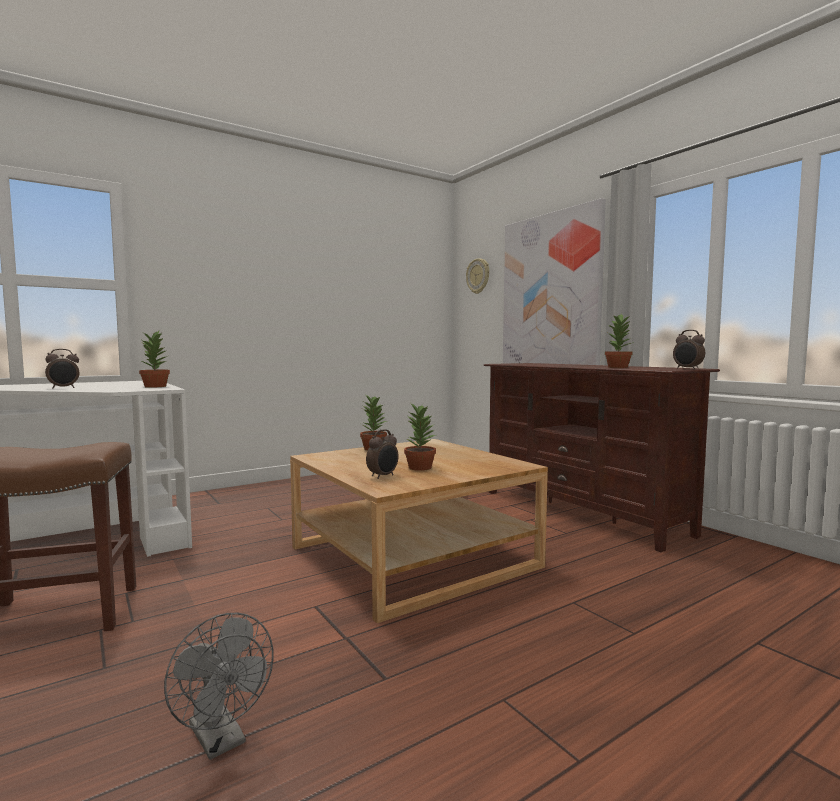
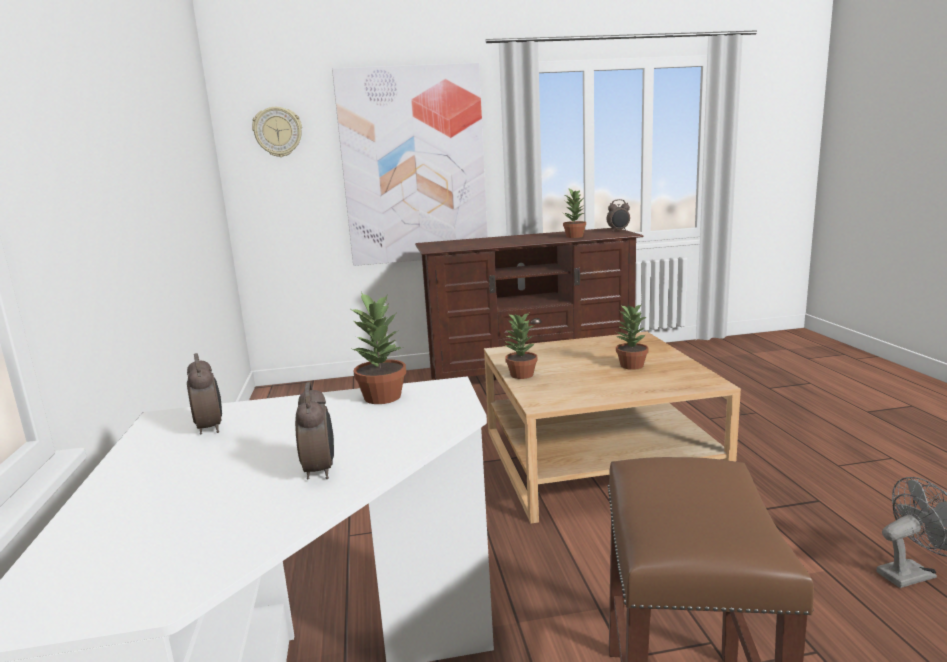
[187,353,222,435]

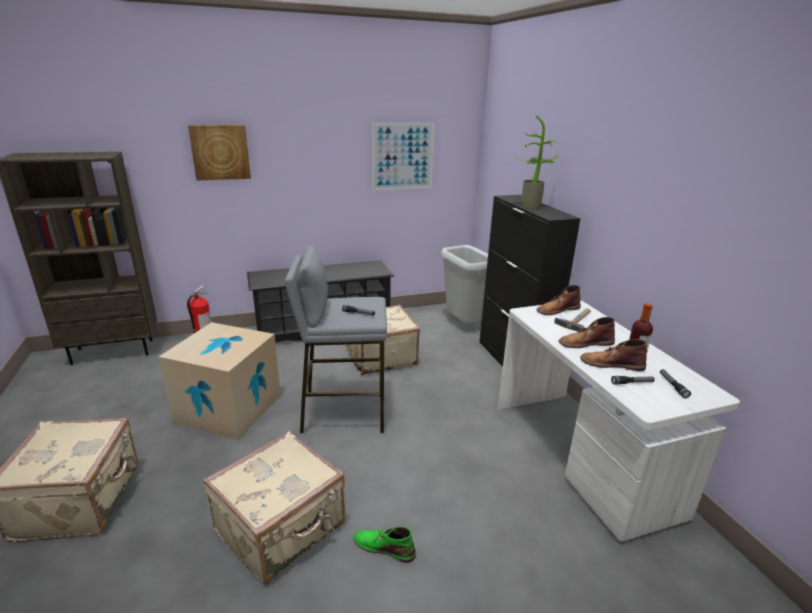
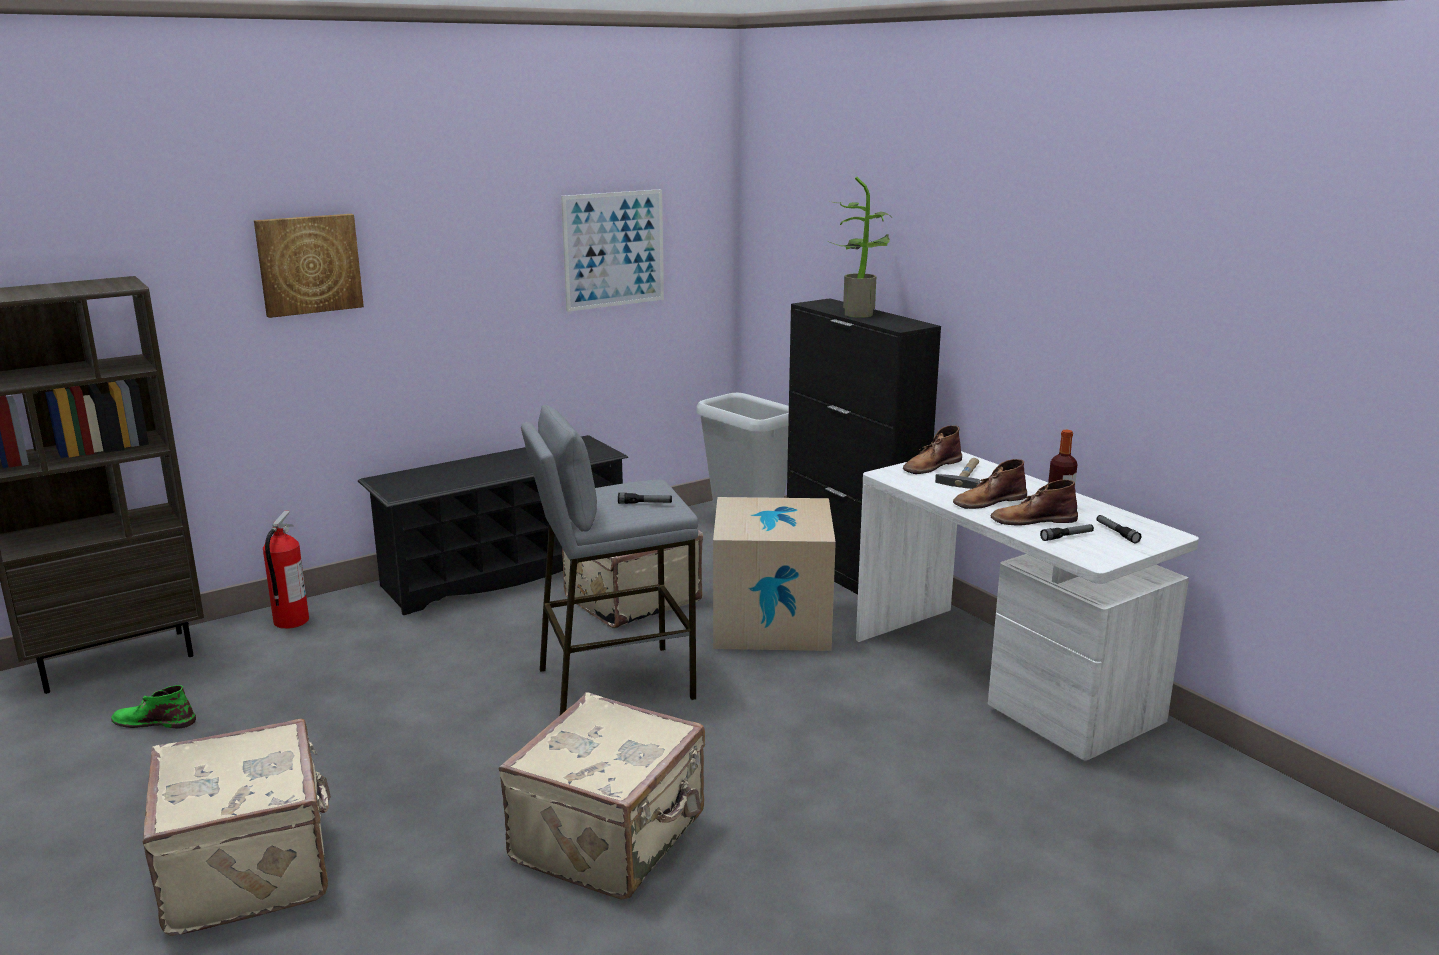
[713,497,836,651]
[111,685,196,728]

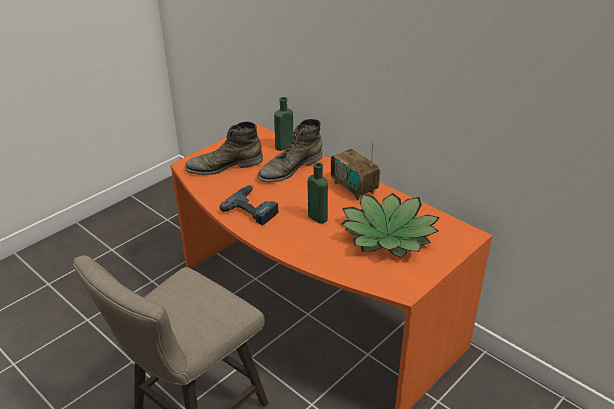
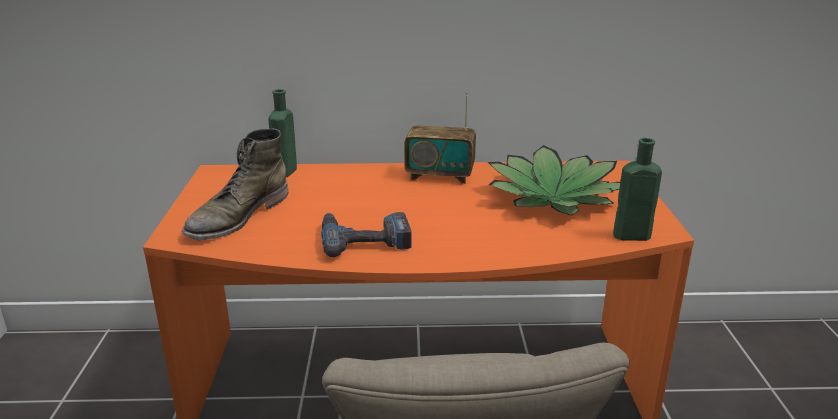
[257,119,322,183] (first image)
[613,138,662,241]

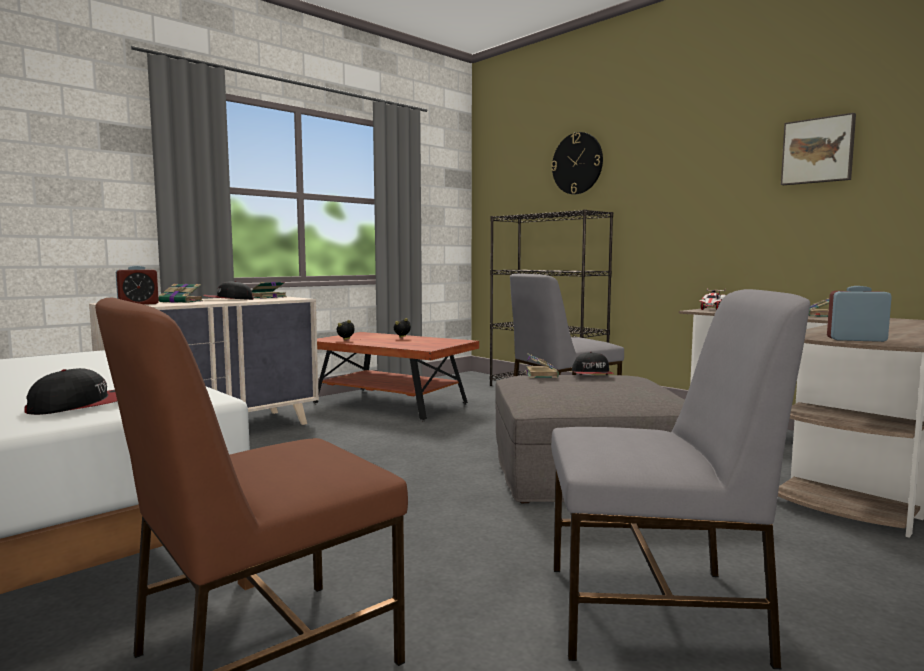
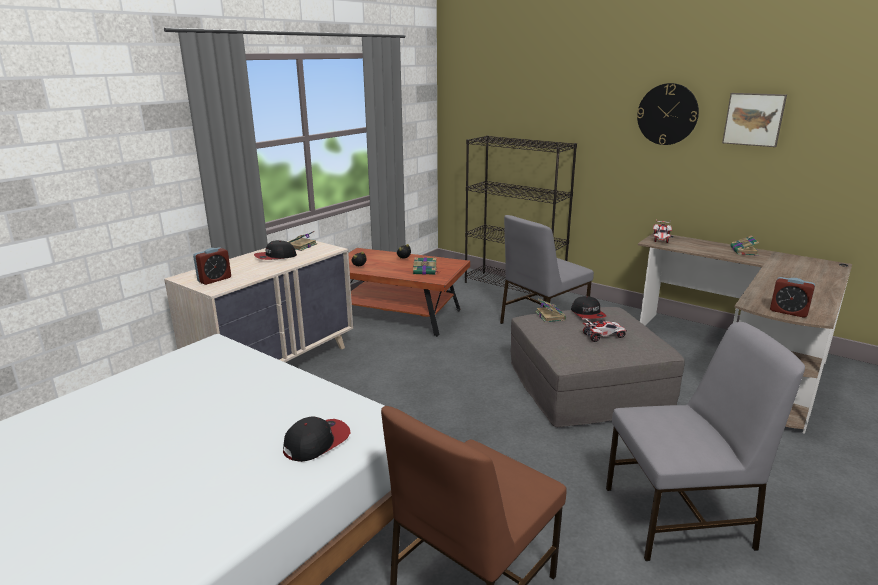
[413,257,440,275]
[637,83,699,145]
[770,277,815,318]
[582,318,627,342]

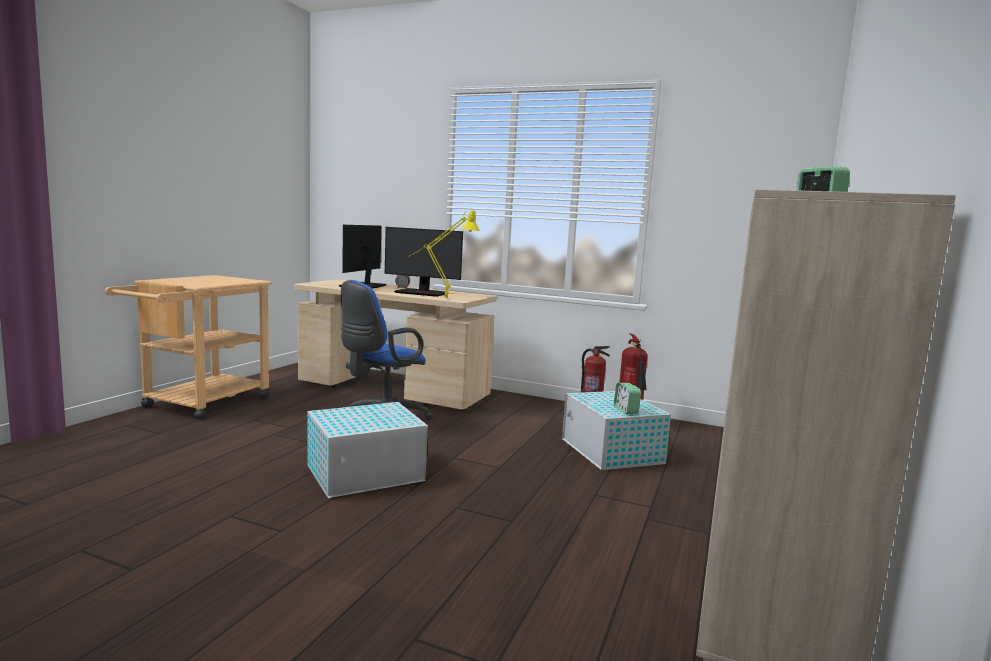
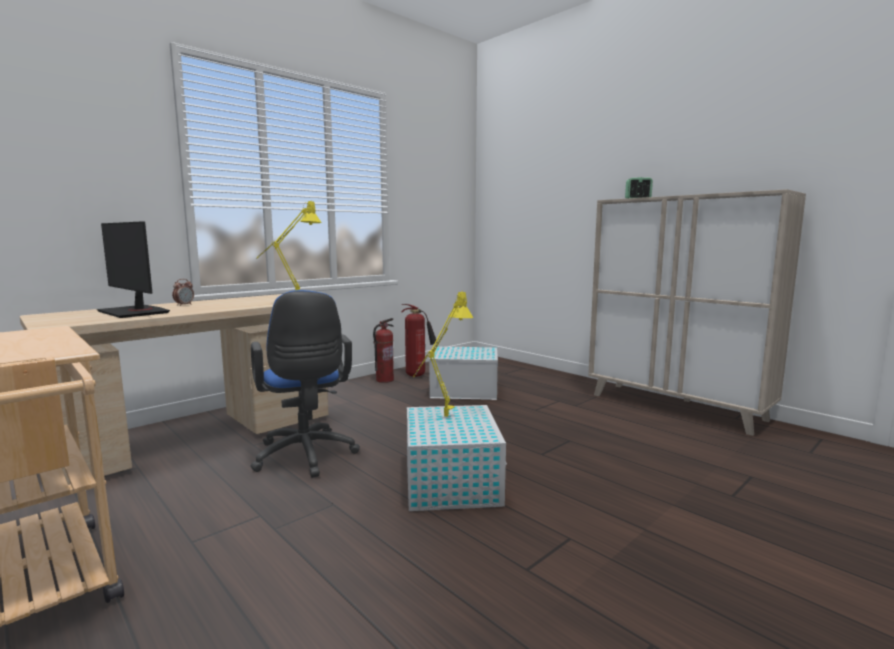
[385,227,463,297] (first image)
[614,383,641,414] (first image)
[413,292,473,417]

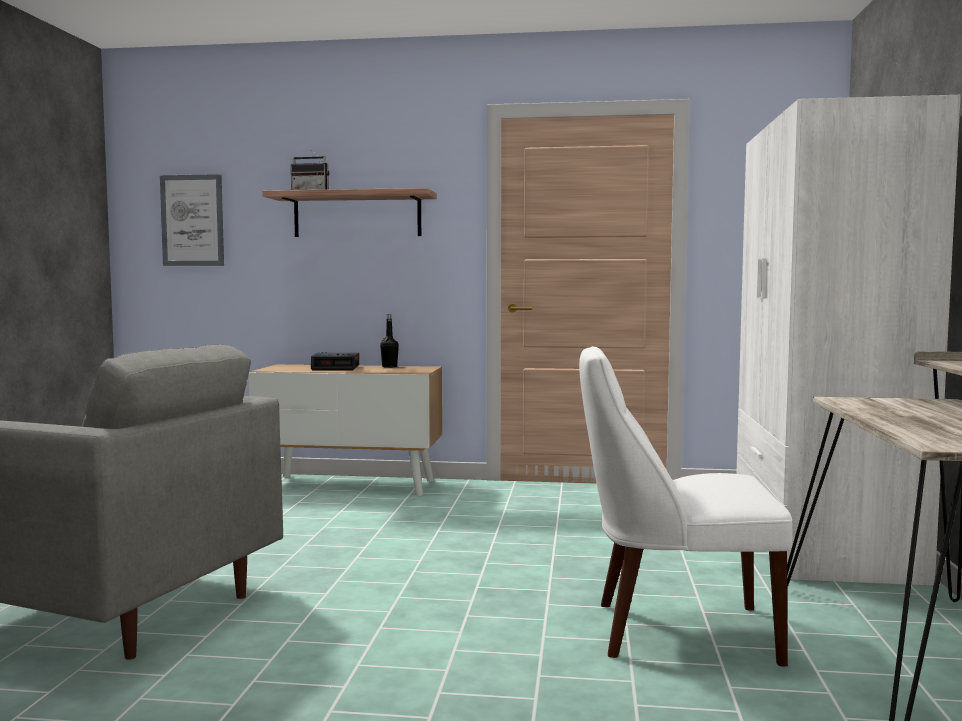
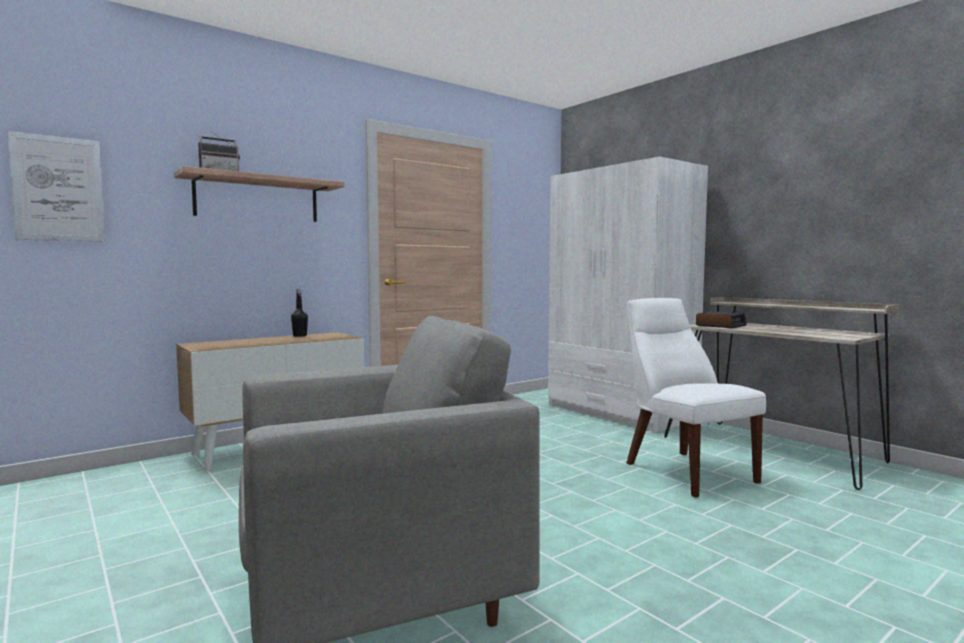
[696,311,747,328]
[626,298,766,497]

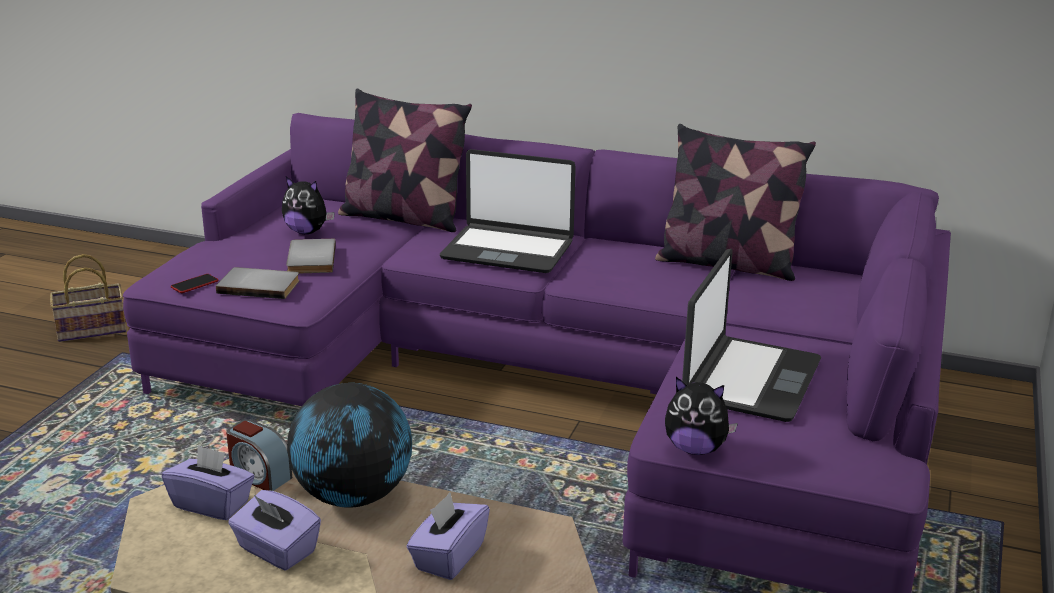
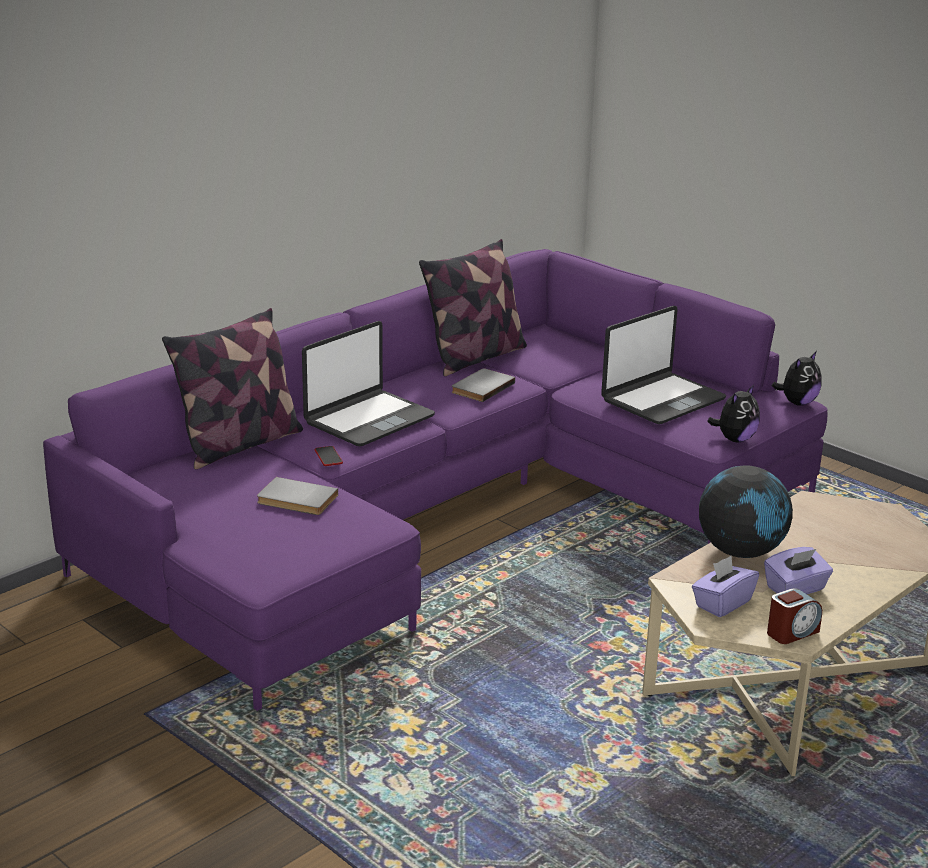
[50,254,126,342] (first image)
[315,446,343,466]
[452,368,515,402]
[767,588,822,644]
[772,351,822,406]
[407,493,490,580] (first image)
[601,306,726,424]

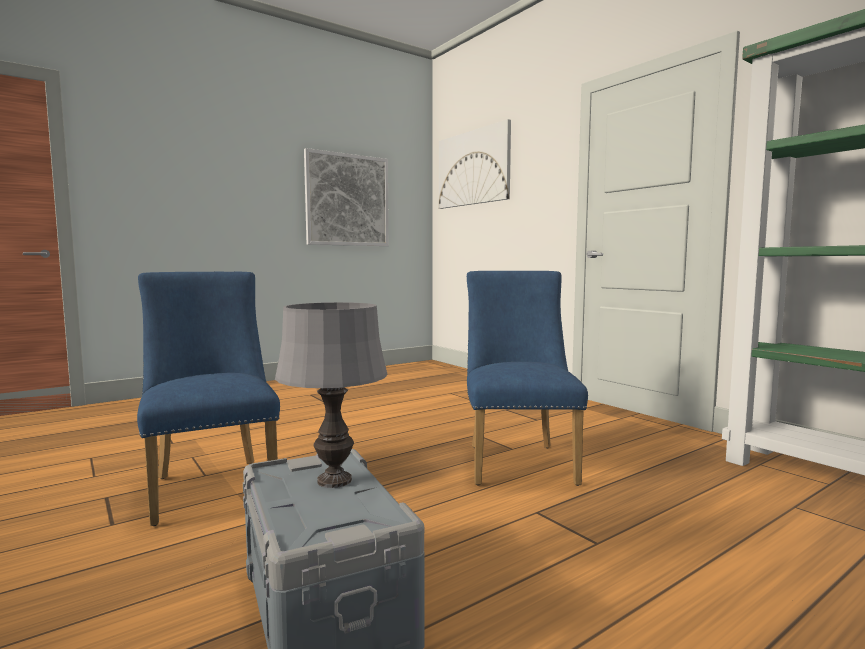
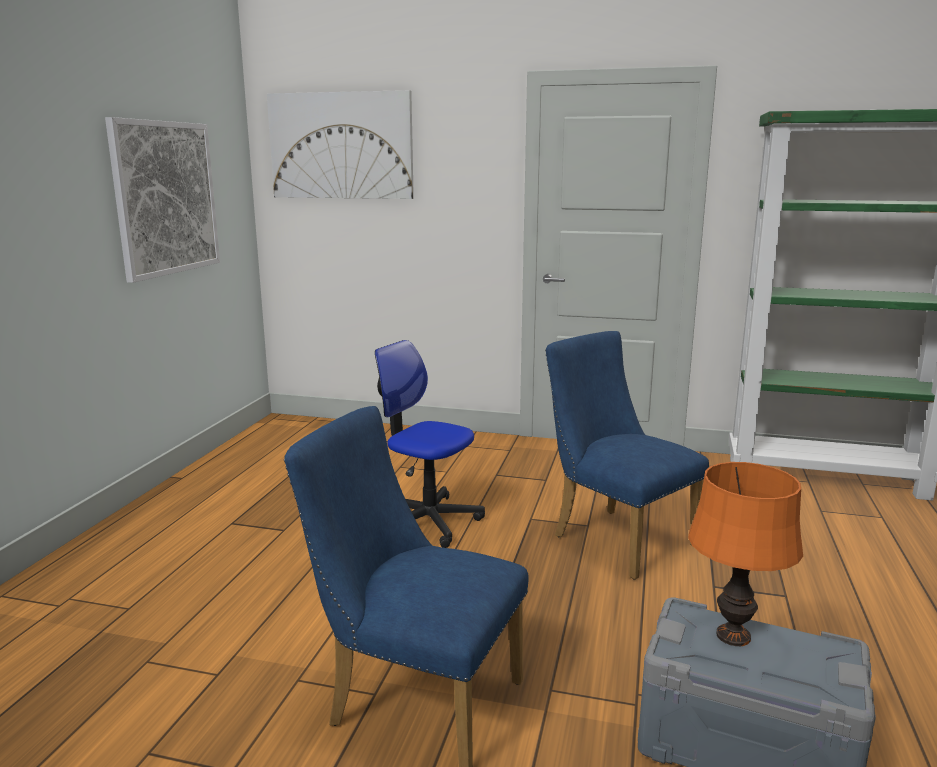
[688,462,803,646]
[375,340,485,548]

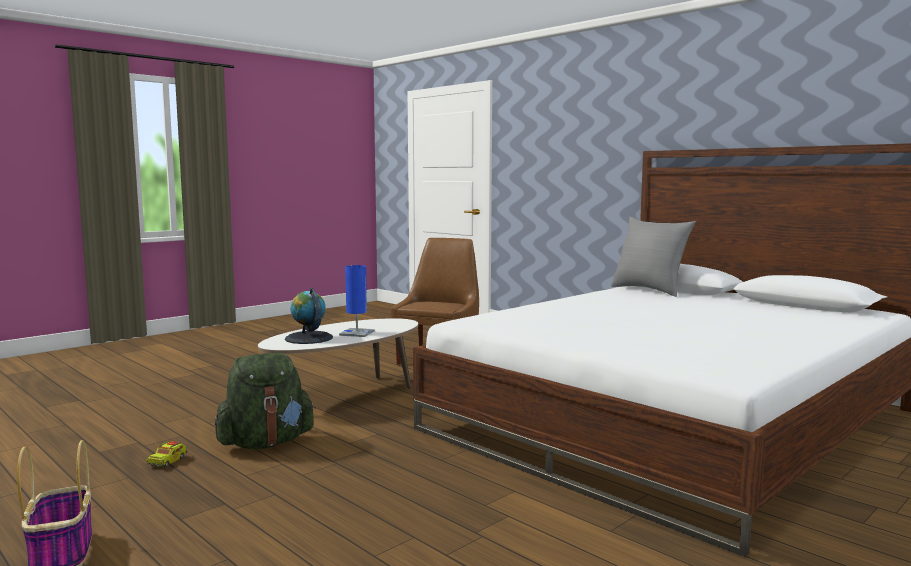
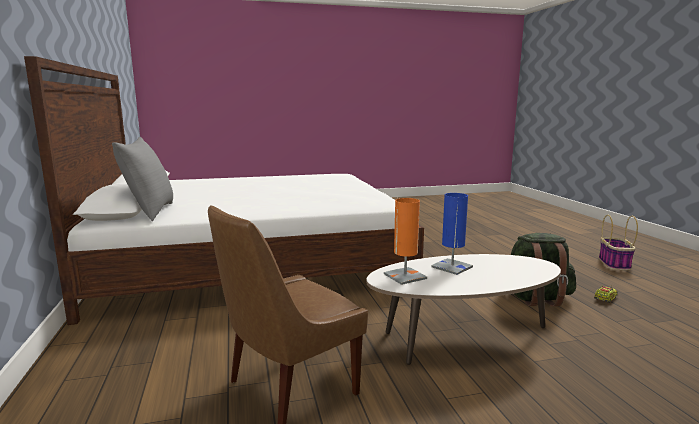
[285,288,333,344] (first image)
[384,198,427,285]

